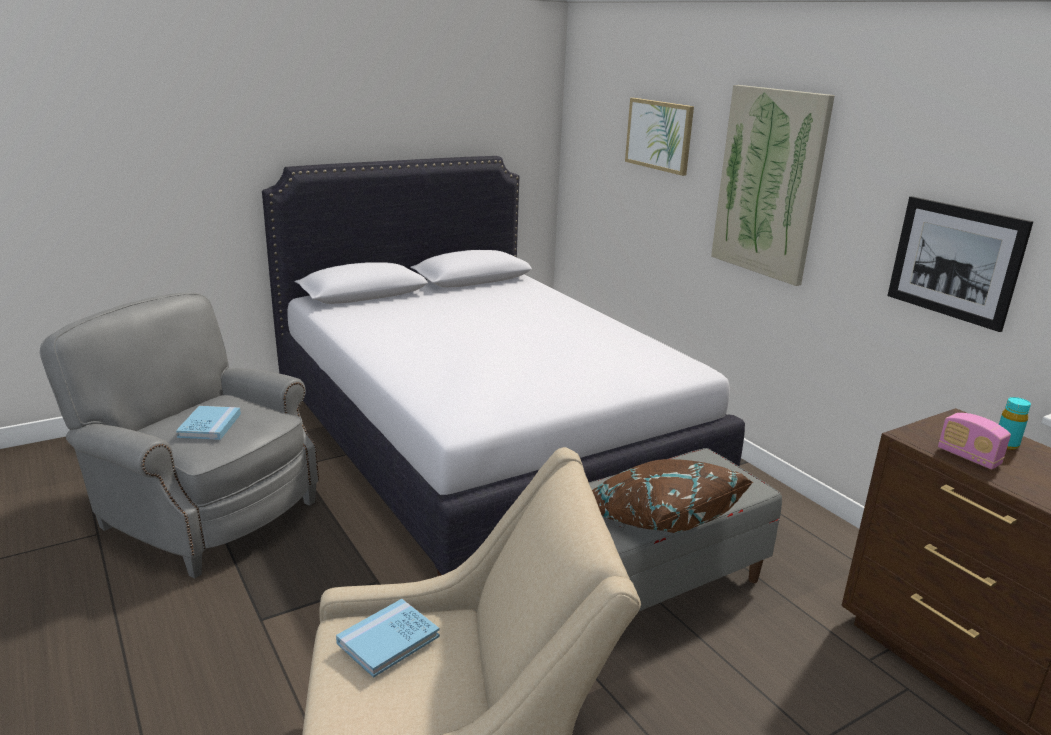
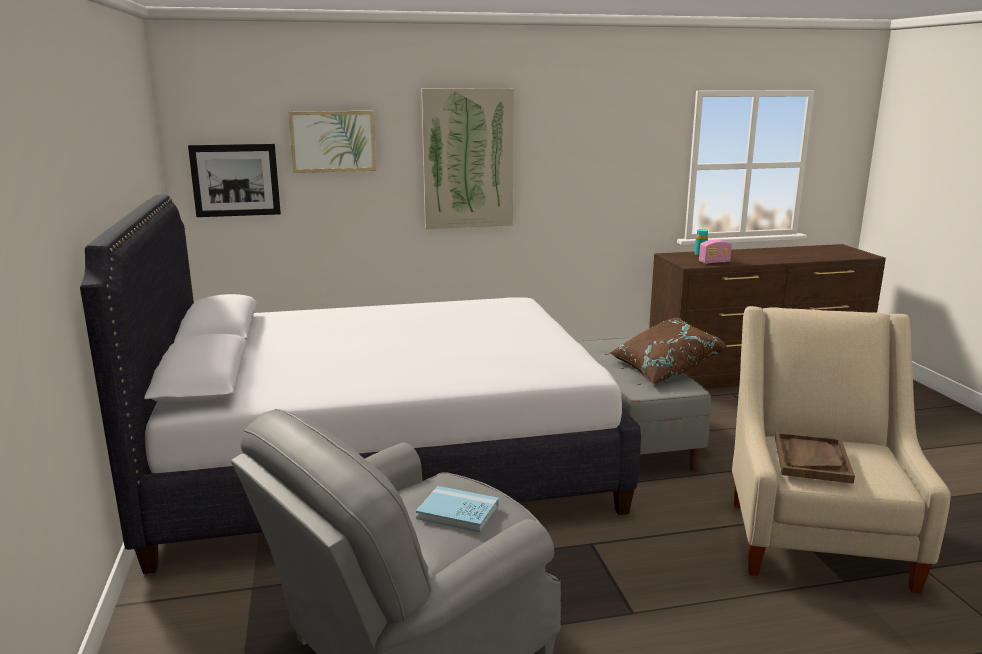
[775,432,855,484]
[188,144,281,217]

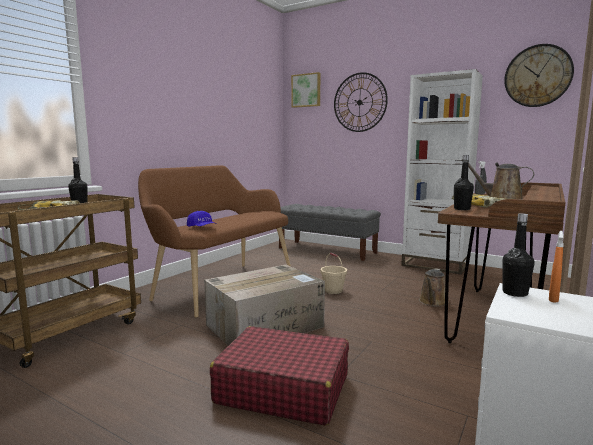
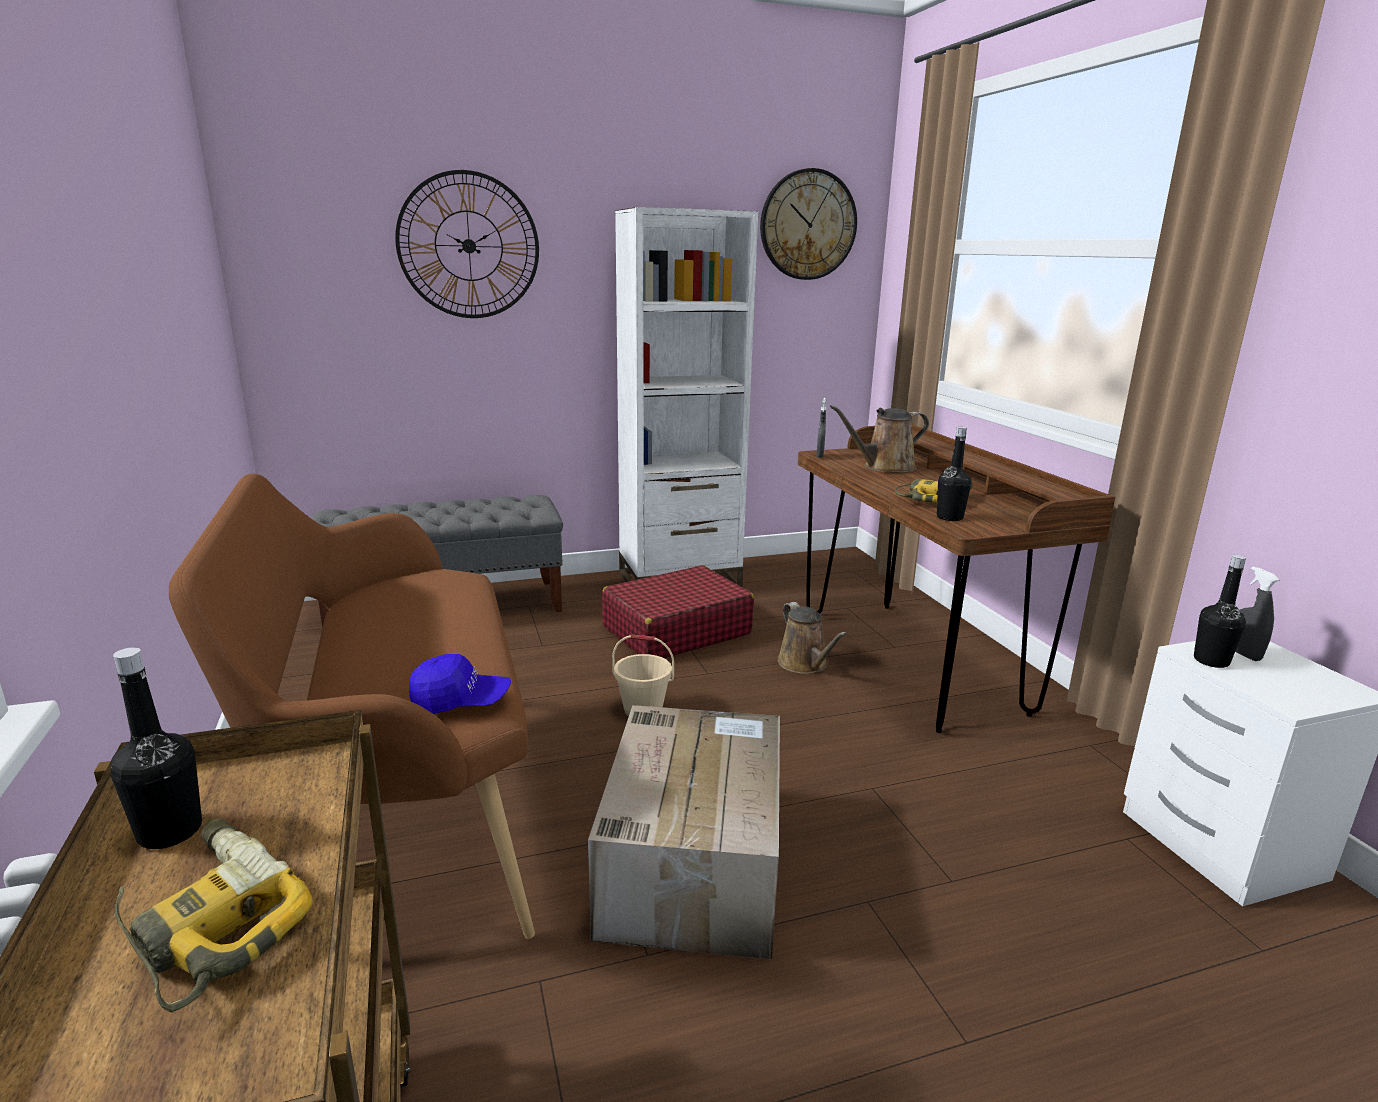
[602,565,754,658]
[291,72,320,108] (first image)
[1235,566,1279,661]

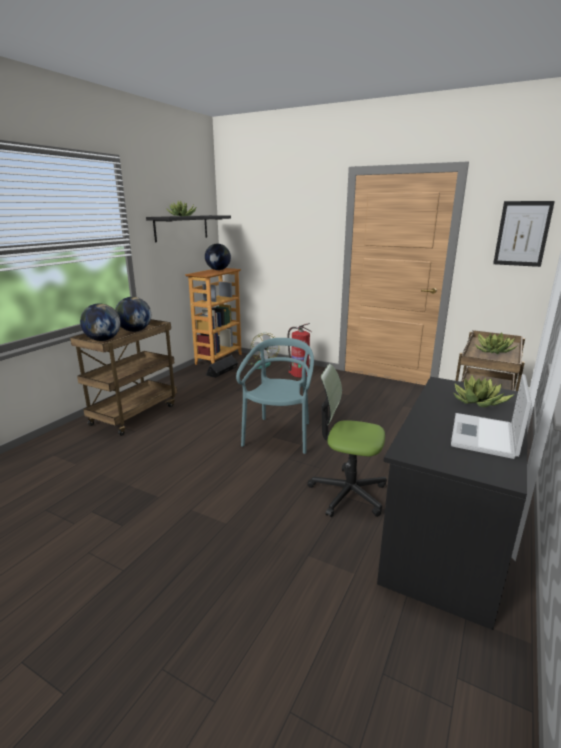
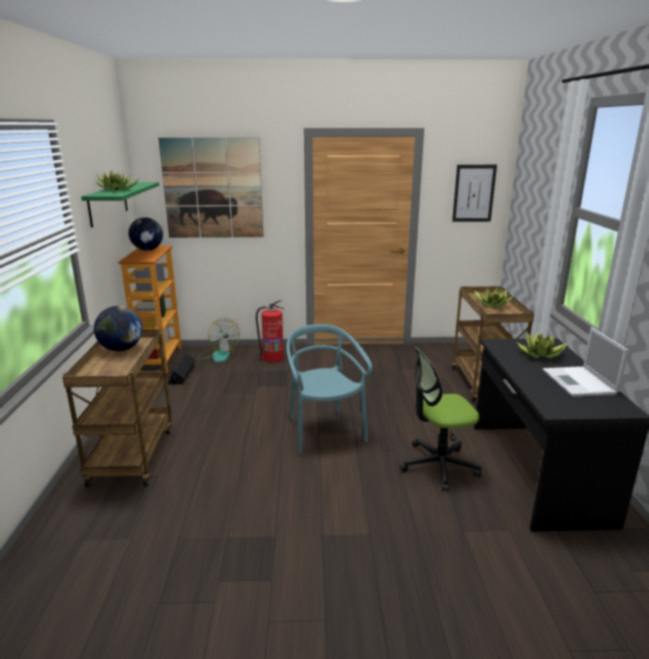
[80,303,121,341] (first image)
[81,182,159,228]
[158,138,264,238]

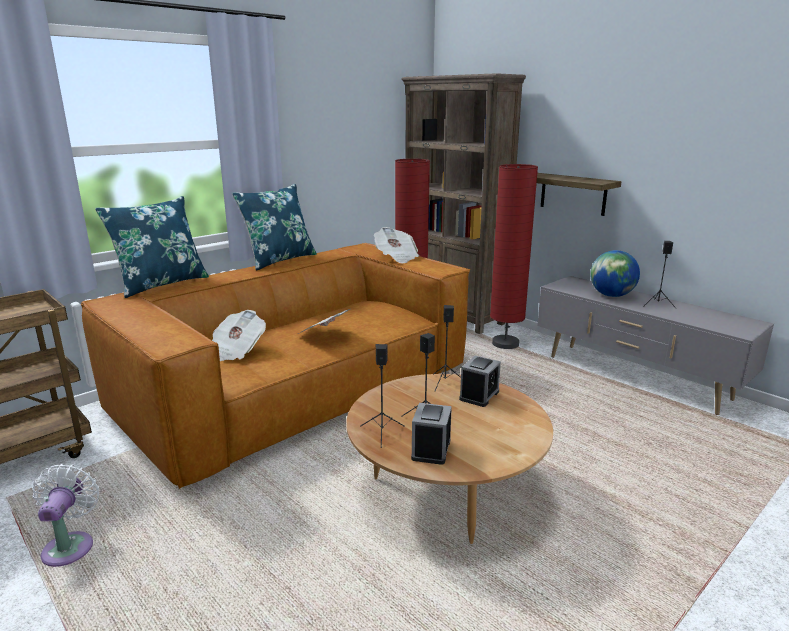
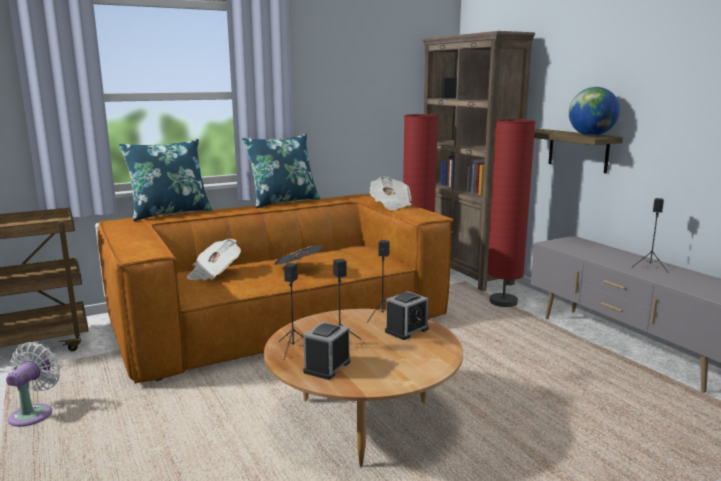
[569,87,620,136]

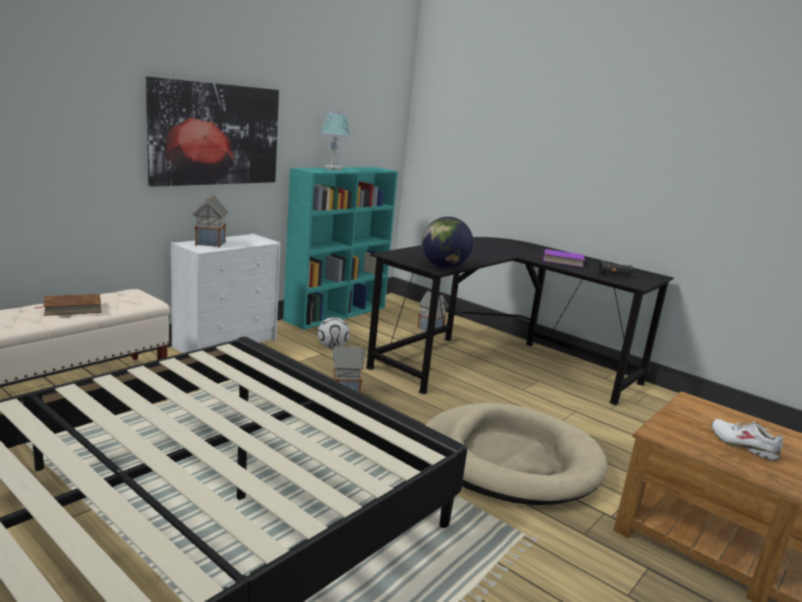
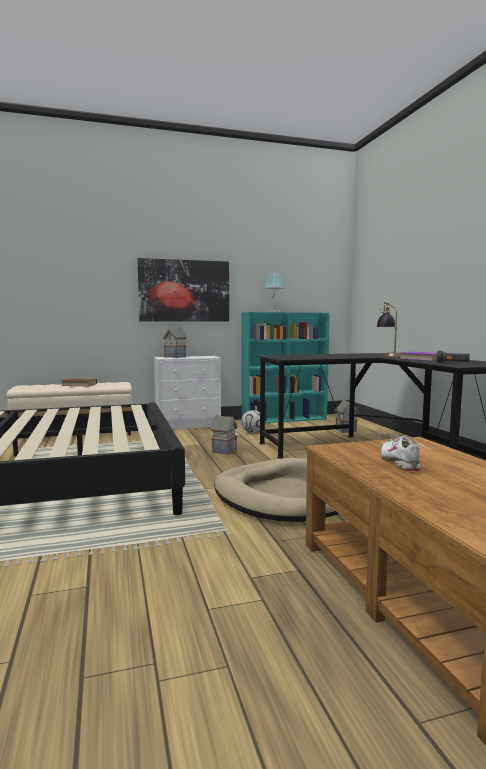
[422,217,473,268] (first image)
[377,301,401,356]

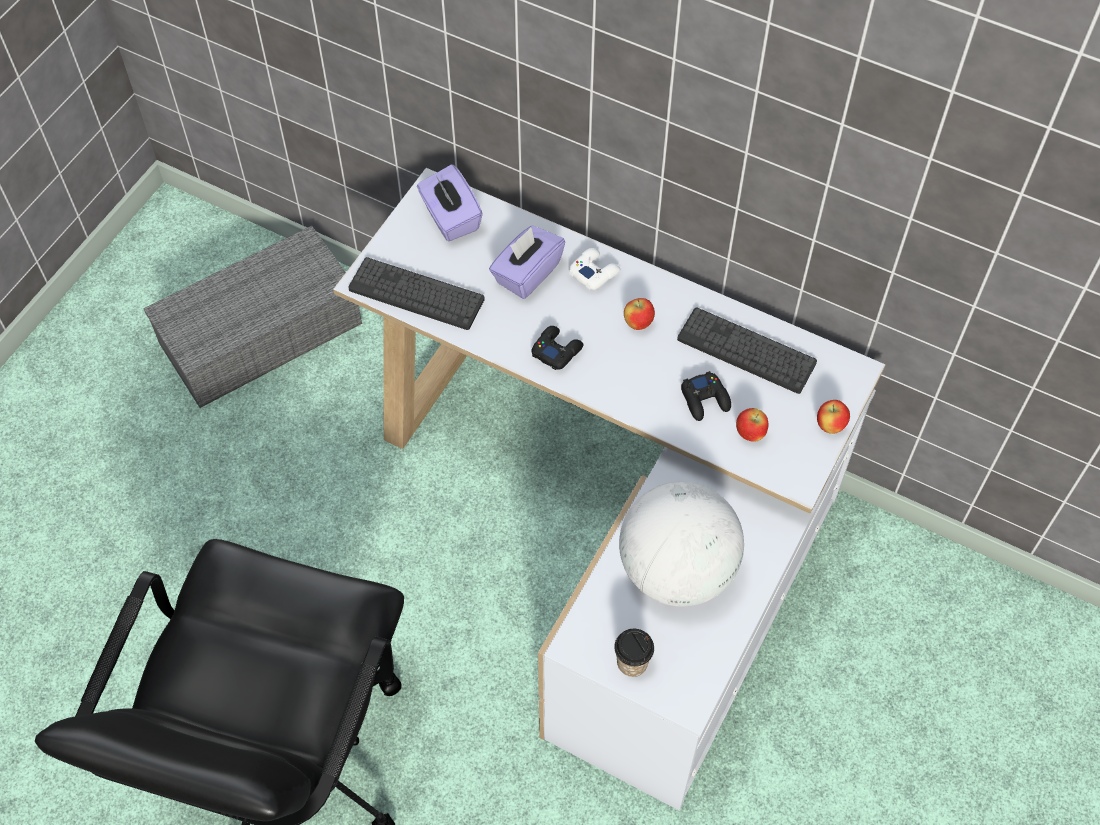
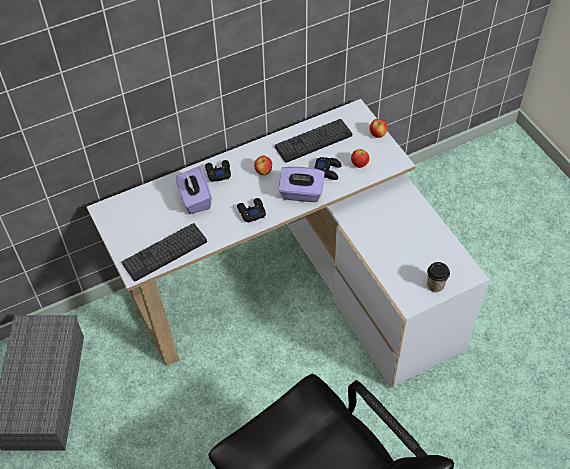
[279,166,325,202]
[205,160,231,182]
[619,482,744,607] (first image)

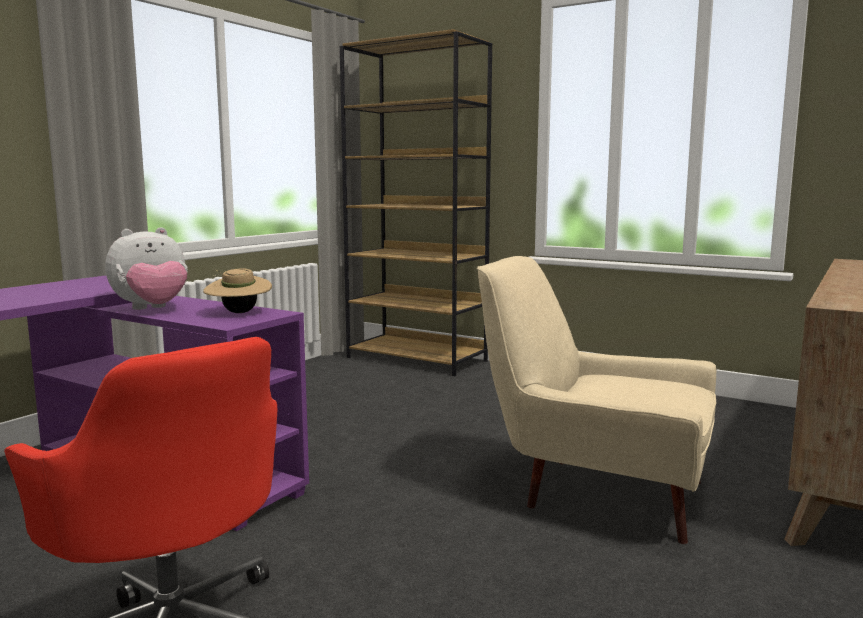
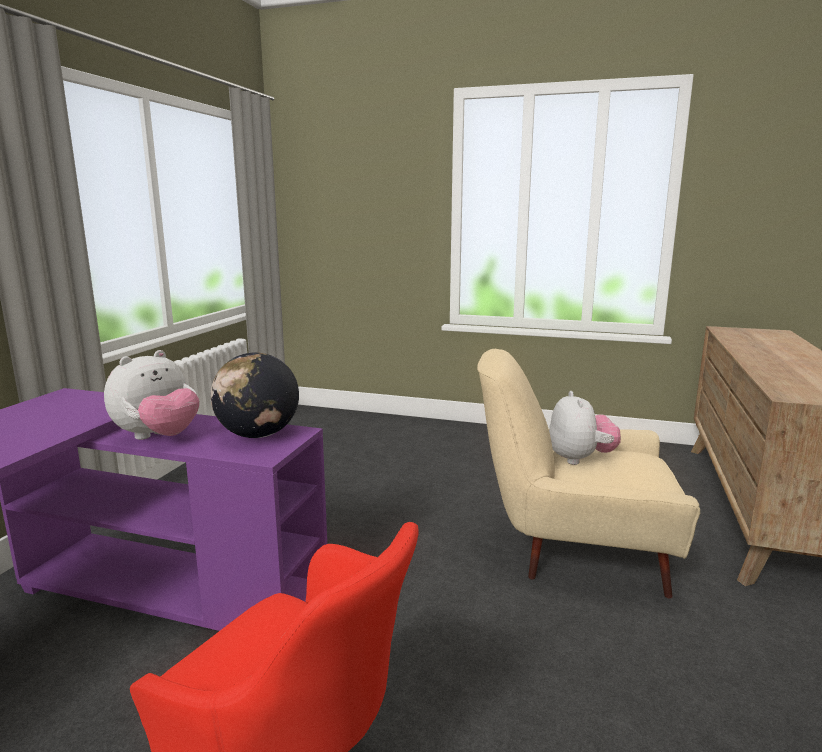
[210,352,299,438]
[340,29,492,376] (first image)
[549,391,621,465]

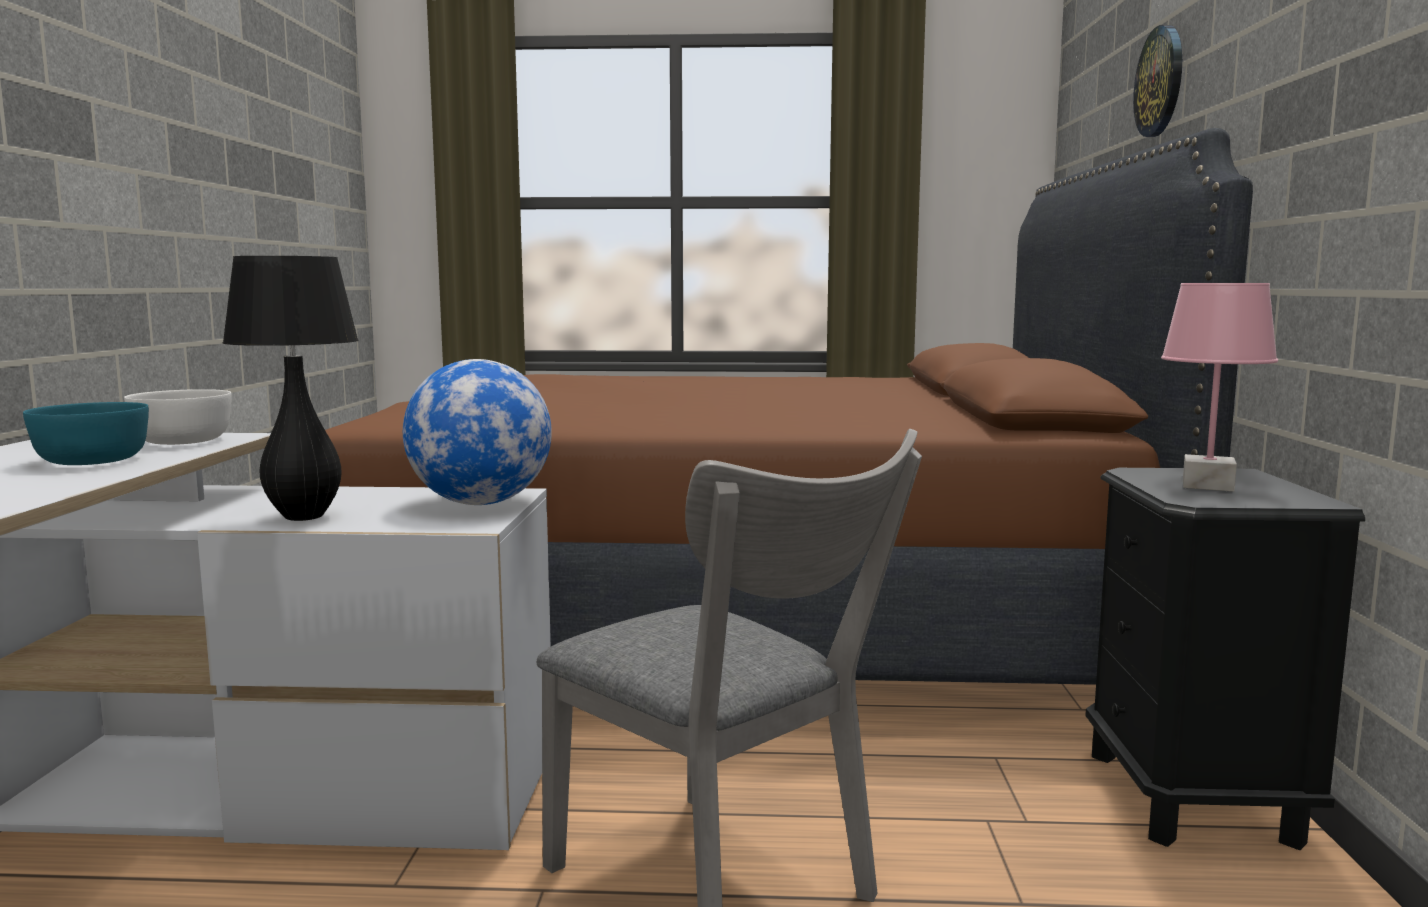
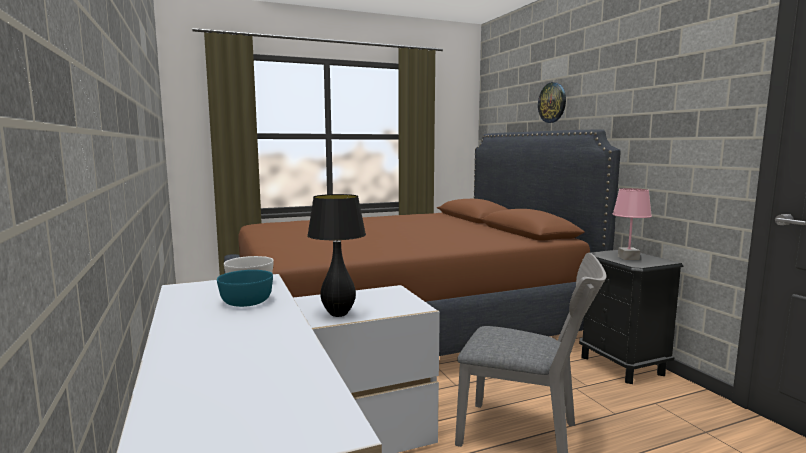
[403,359,552,505] (first image)

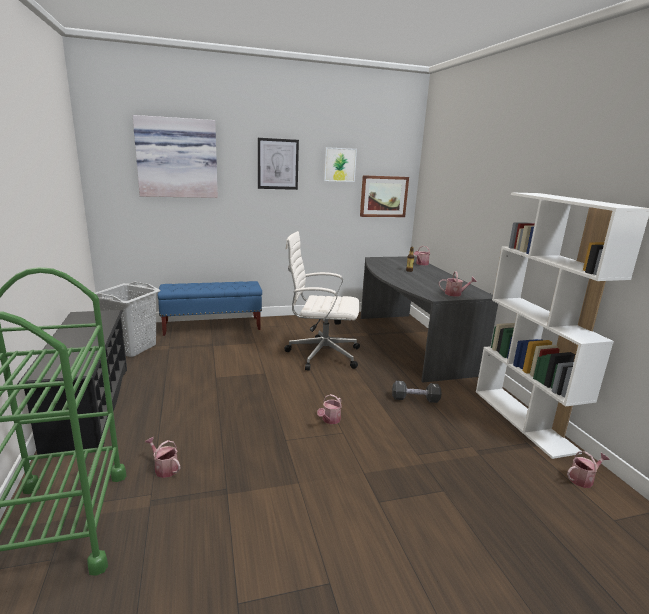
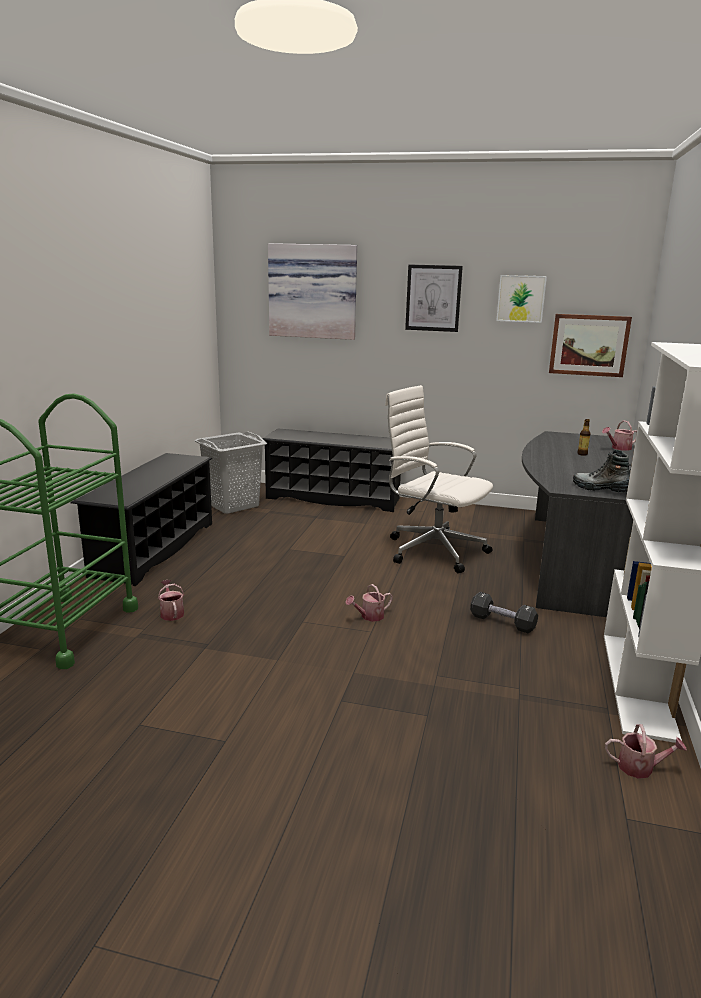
[262,428,401,512]
[573,450,632,492]

